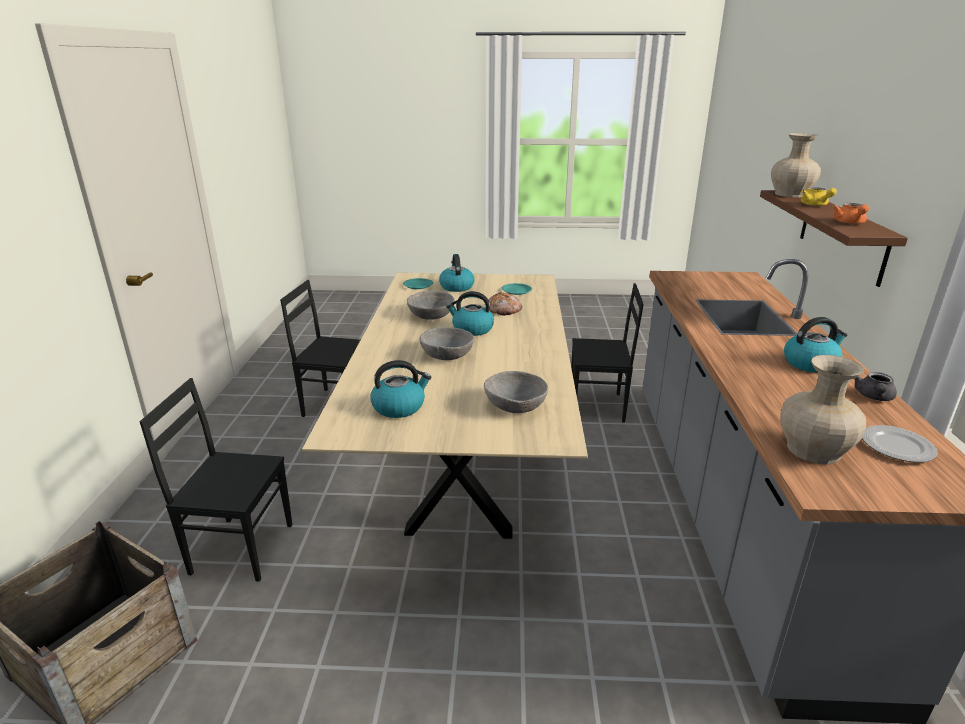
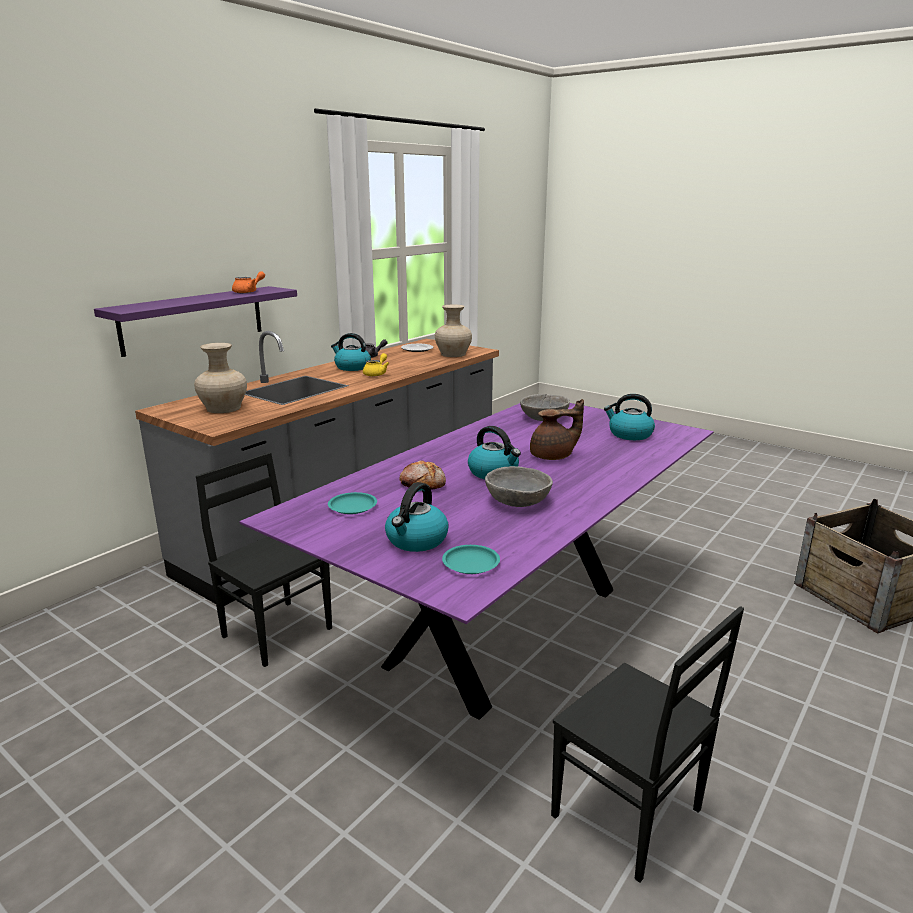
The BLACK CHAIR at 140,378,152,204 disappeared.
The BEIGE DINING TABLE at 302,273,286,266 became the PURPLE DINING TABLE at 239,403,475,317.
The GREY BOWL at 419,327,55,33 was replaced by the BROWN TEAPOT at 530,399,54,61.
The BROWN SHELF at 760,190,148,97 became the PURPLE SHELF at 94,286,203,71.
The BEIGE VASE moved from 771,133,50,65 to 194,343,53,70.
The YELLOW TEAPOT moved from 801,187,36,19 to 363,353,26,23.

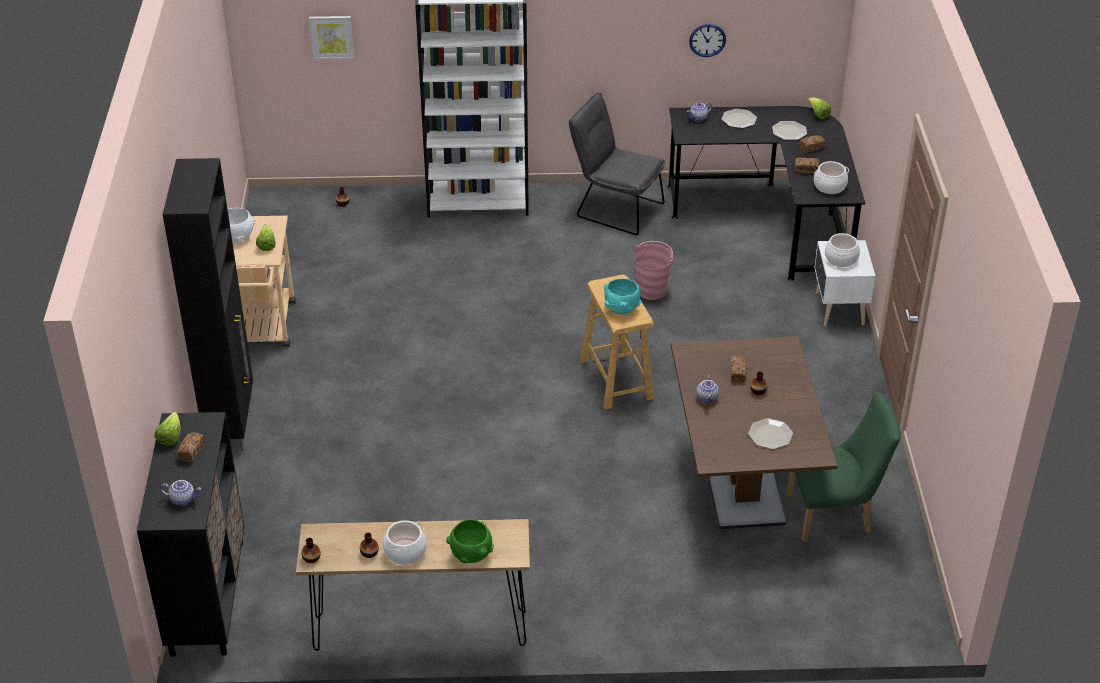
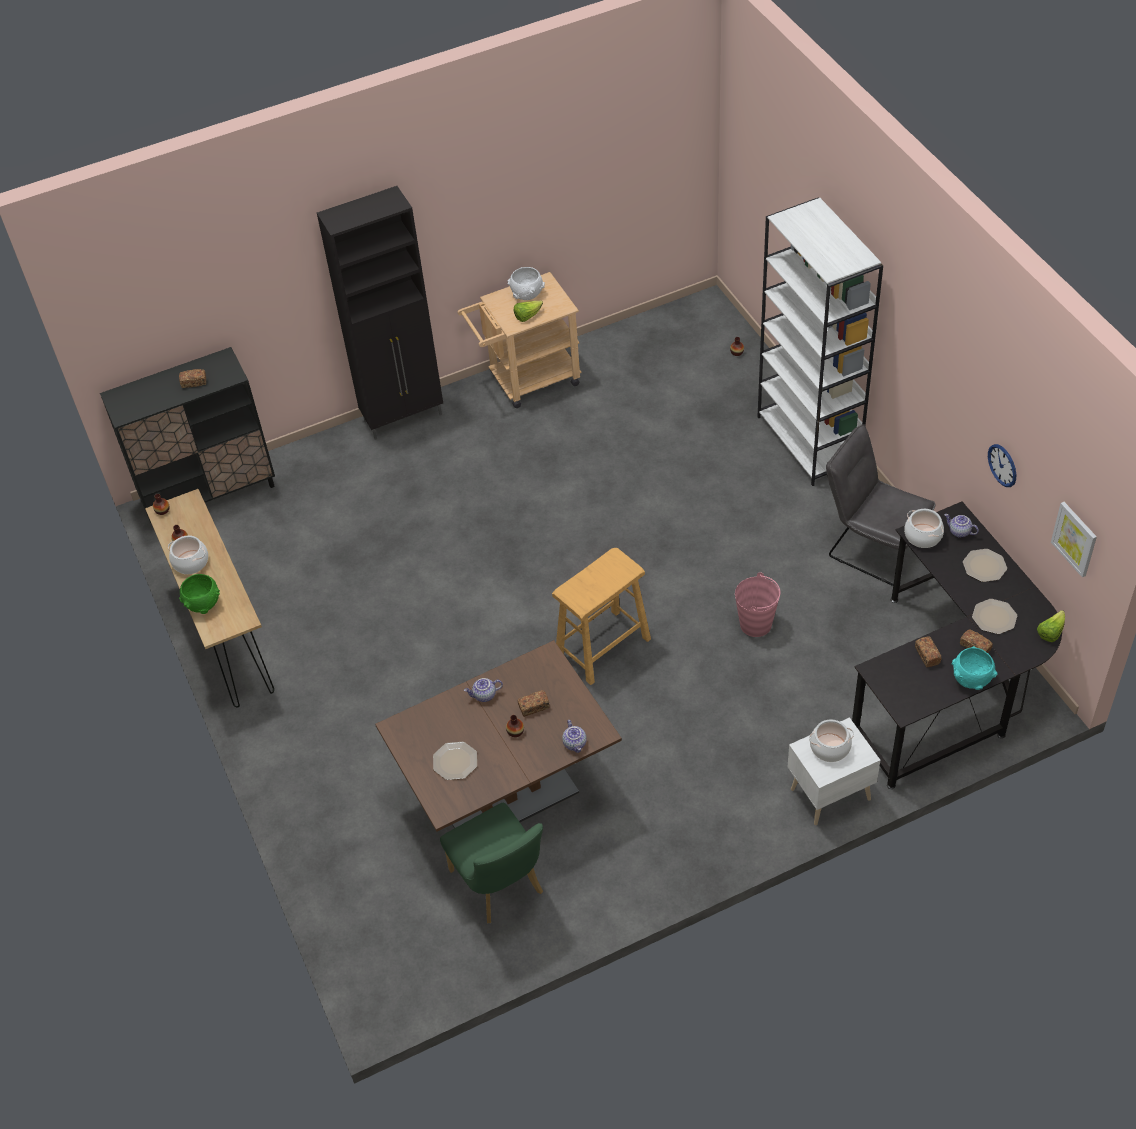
The LETTUCE at 155,412,26,34 disappeared.
The TEAPOT moved from 160,480,41,26 to 562,720,25,33.
The PICTURE moved from 309,16,45,44 to 1051,502,46,75.
The GREY CHAIR at 569,93,96,142 turned 60 degrees counterclockwise.
The TURQUOISE BOWL moved from 604,278,37,36 to 952,646,46,44.
The COOKING POT moved from 814,161,35,33 to 904,509,40,39.

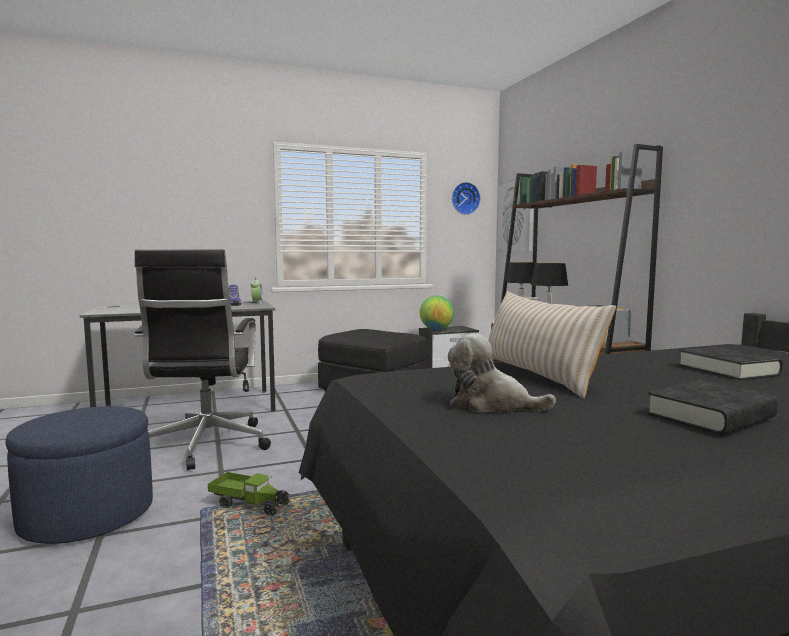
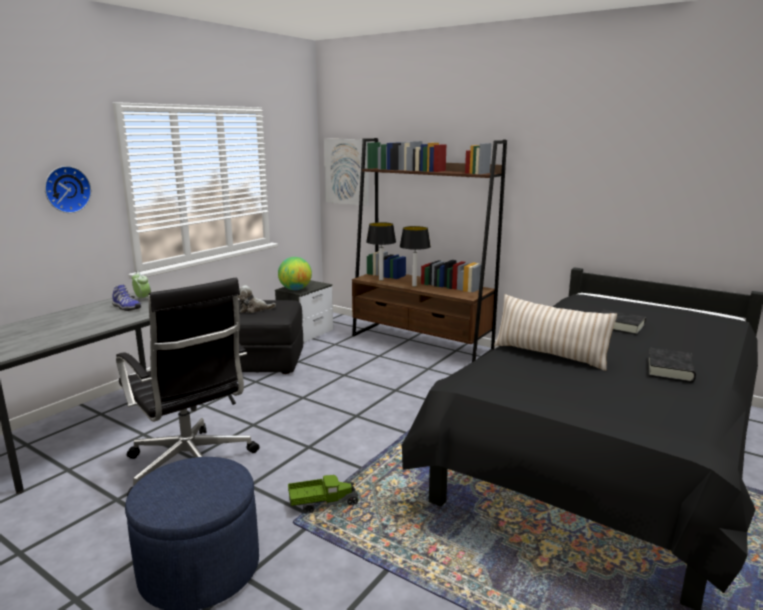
The PLUSH TOY moved from 448,333,108,79 to 238,285,38,28.
The WALL CLOCK moved from 452,182,28,33 to 45,166,47,47.

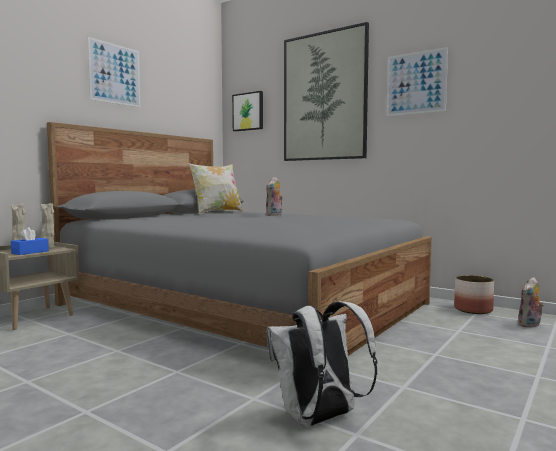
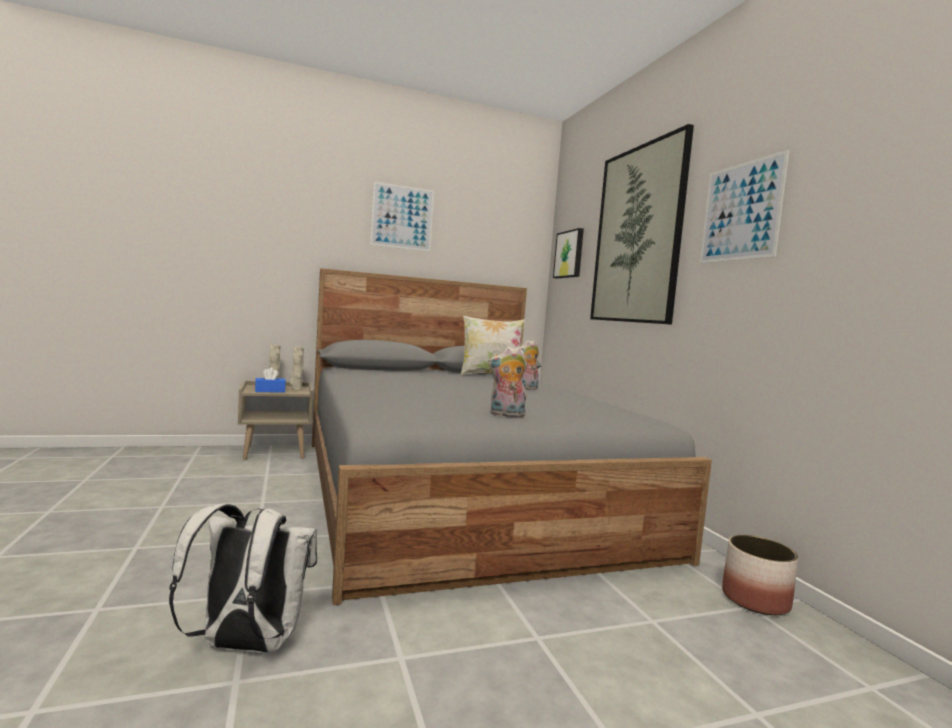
The PLUSH TOY moved from 519,277,25,51 to 488,347,39,70.

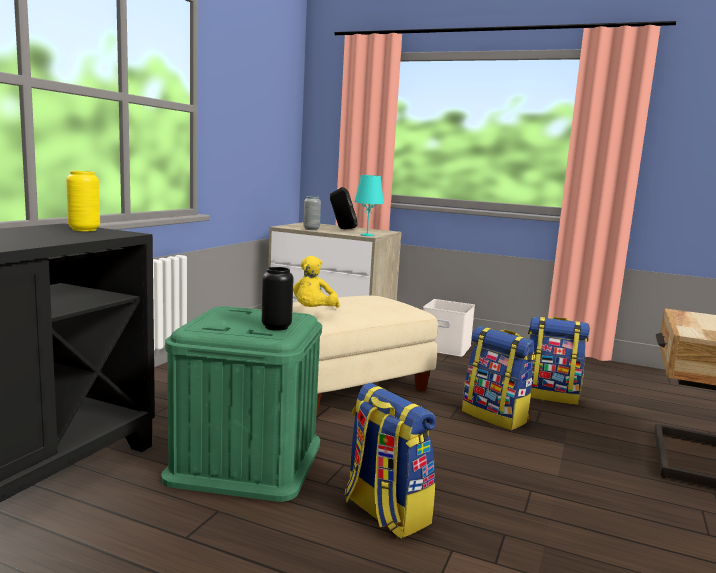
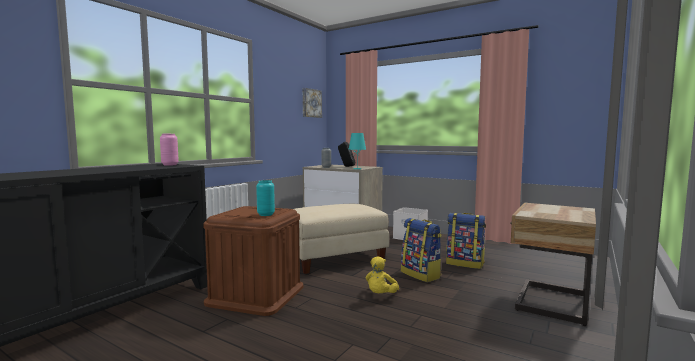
The YELLOW VASE at 66,171,34,60 became the PINK VASE at 160,134,19,32.
The GREEN STORAGE BOX at 161,306,161,196 became the BROWN STORAGE BOX at 203,206,100,110.
The BLACK VASE at 262,267,32,64 became the TURQUOISE VASE at 256,180,19,36.
The YELLOW PLUSH TOY moved from 293,256,47,52 to 366,256,33,37.
The BACKPACK at 344,383,92,155 disappeared.
The PICTURE at 303,88,19,30 appeared.

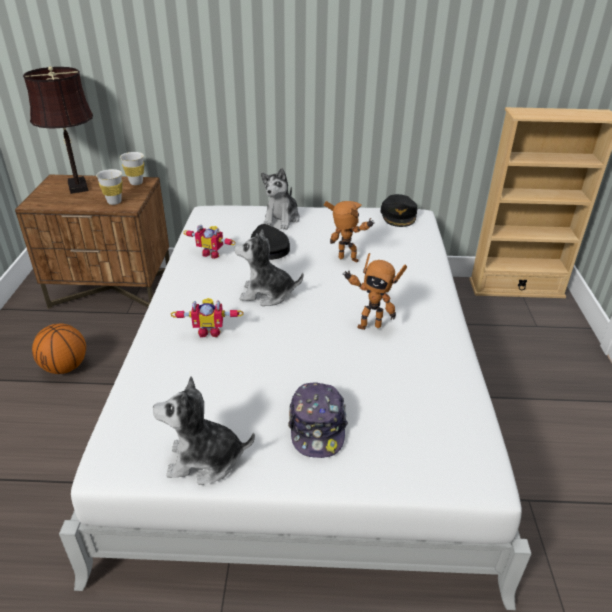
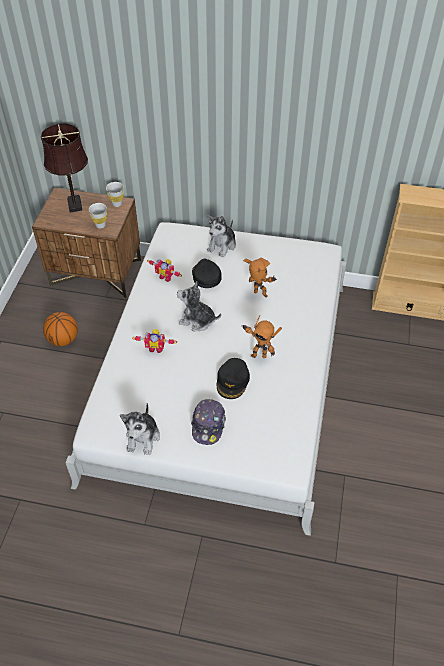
The PLUSH TOY at 153,377,102,108 turned 90 degrees counterclockwise.
The BLACK CAP moved from 381,194,36,33 to 217,358,33,41.

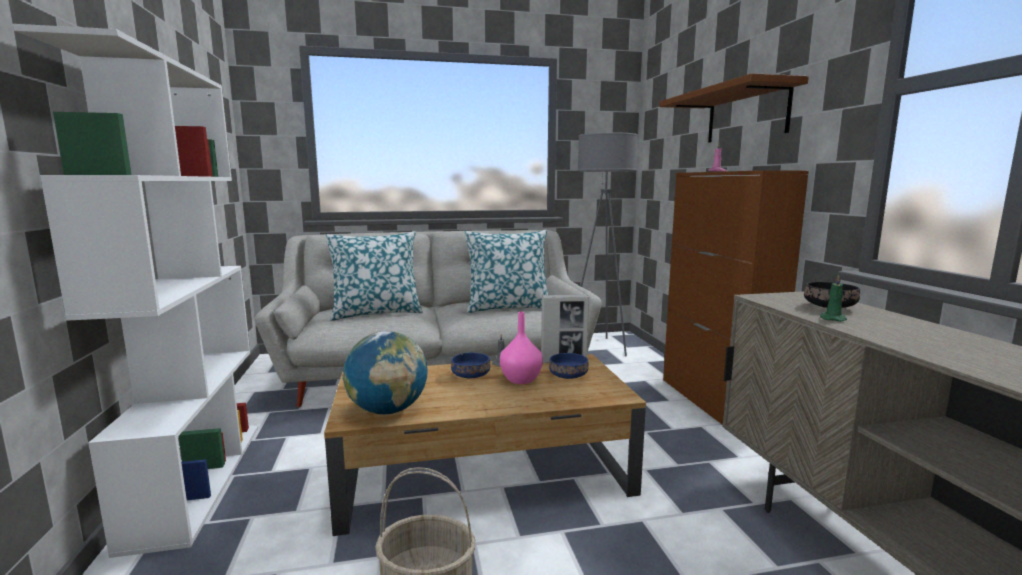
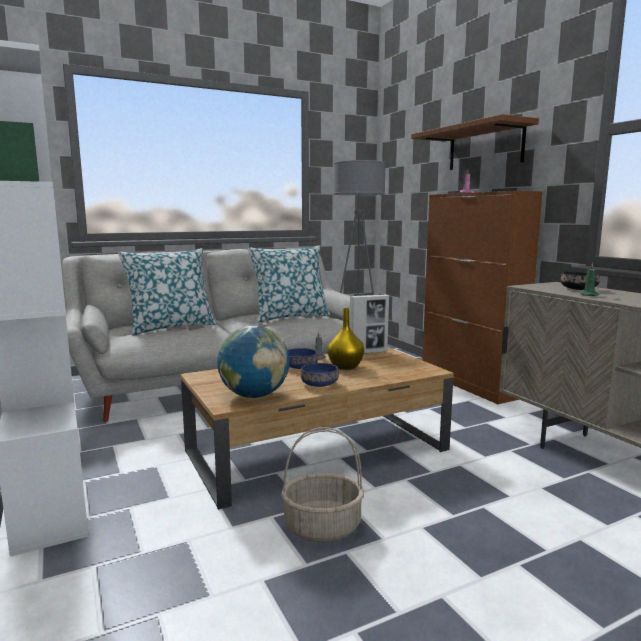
The PINK VASE at 500,312,43,72 became the YELLOW VASE at 327,308,37,62.
The BLUE BOWL moved from 549,353,40,26 to 301,363,38,24.

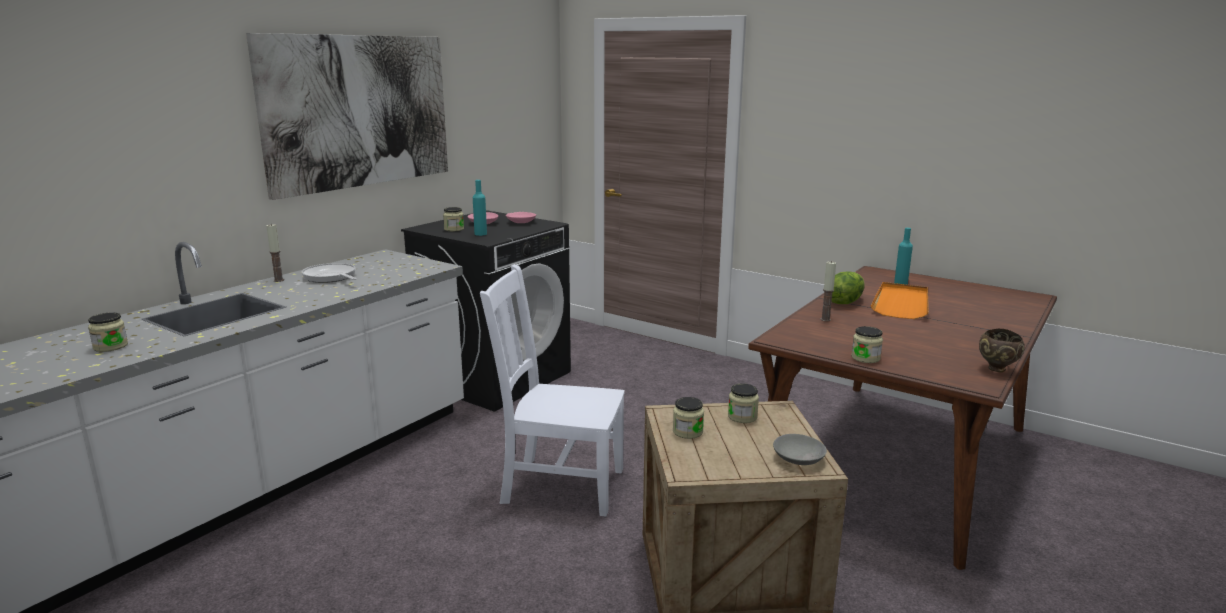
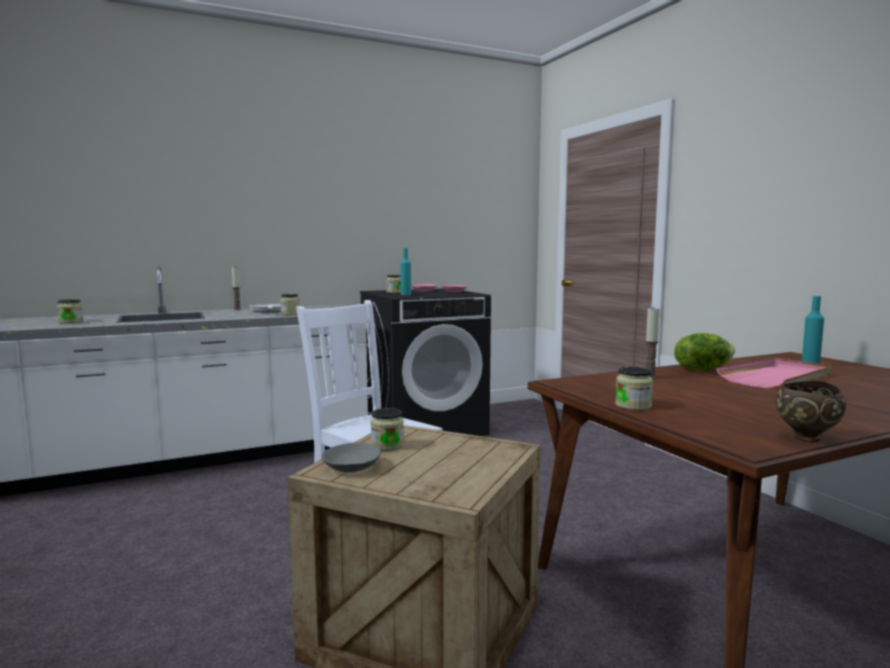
The PICTURE at 246,33,202,167 disappeared.
The JAR moved from 728,383,31,40 to 280,294,20,22.
The GREY BOWL moved from 773,434,54,31 to 322,443,59,29.
The ORANGE TRAY at 871,282,58,37 became the PINK TRAY at 716,358,116,31.

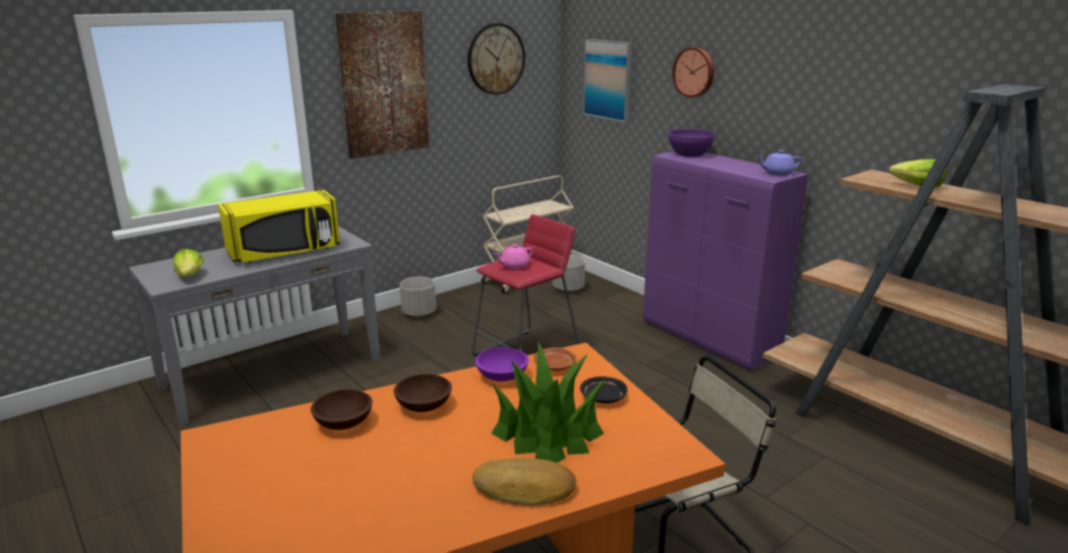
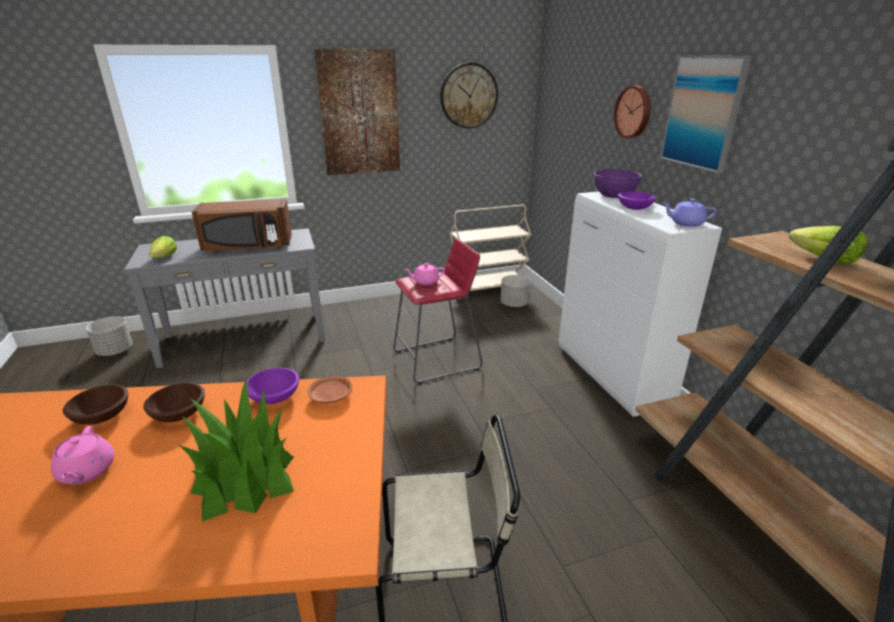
The YELLOW MICROWAVE at 218,190,122,73 became the BROWN MICROWAVE at 192,199,100,53.
The GREY PLANTER moved from 400,277,36,40 to 86,316,47,40.
The BREAD at 473,458,103,47 disappeared.
The BLACK PLATE at 580,376,48,27 disappeared.
The PICTURE moved from 583,39,49,84 to 660,56,92,117.
The PURPLE CABINET at 643,151,165,219 became the WHITE CABINET at 559,191,163,226.
The PINK TEAPOT at 51,426,64,58 appeared.
The PURPLE BOWL at 618,191,38,19 appeared.

